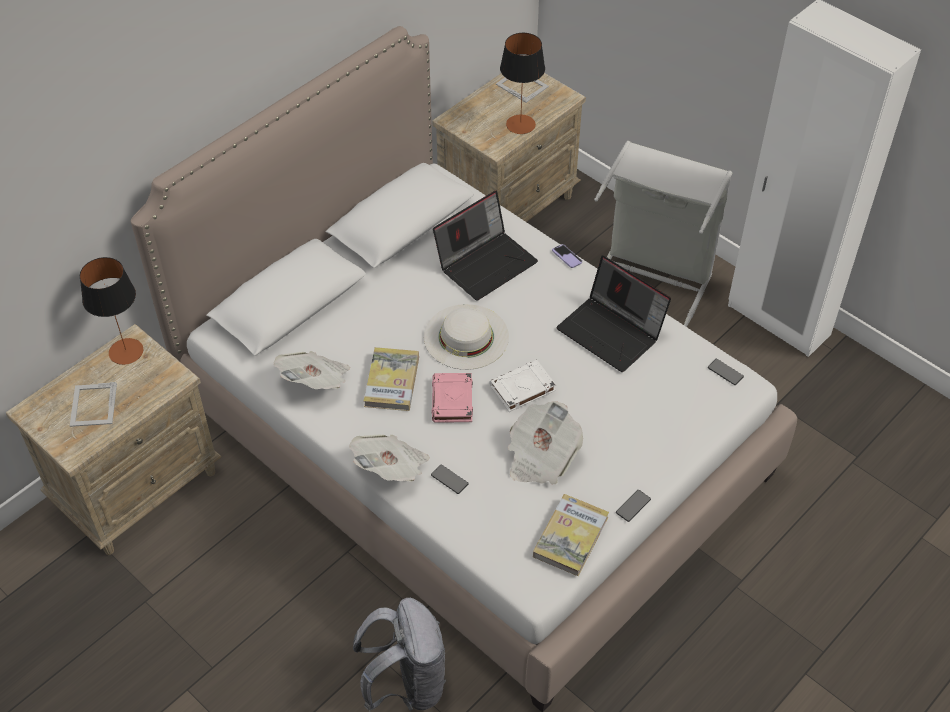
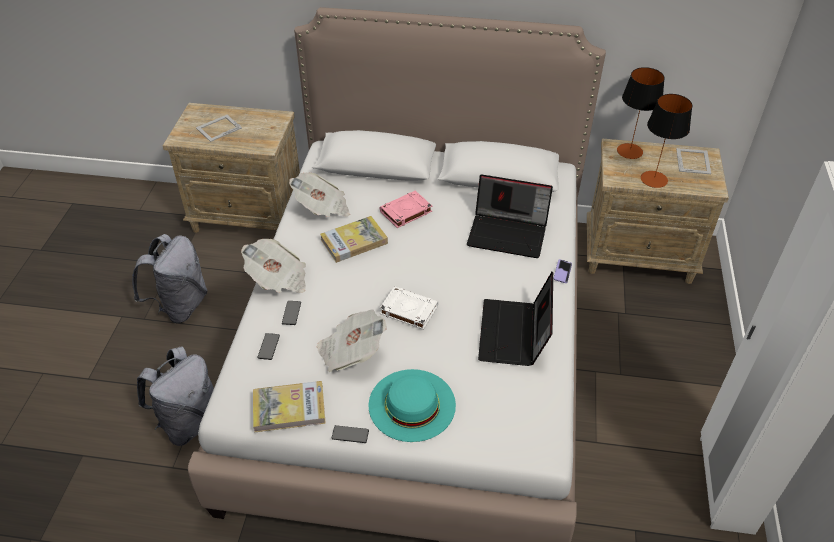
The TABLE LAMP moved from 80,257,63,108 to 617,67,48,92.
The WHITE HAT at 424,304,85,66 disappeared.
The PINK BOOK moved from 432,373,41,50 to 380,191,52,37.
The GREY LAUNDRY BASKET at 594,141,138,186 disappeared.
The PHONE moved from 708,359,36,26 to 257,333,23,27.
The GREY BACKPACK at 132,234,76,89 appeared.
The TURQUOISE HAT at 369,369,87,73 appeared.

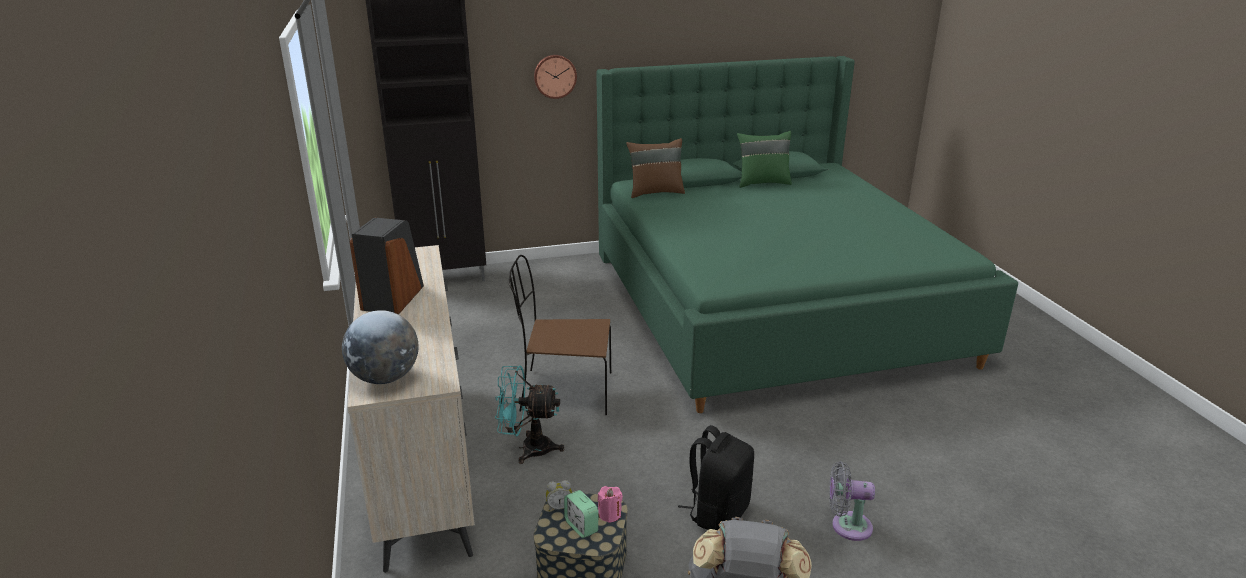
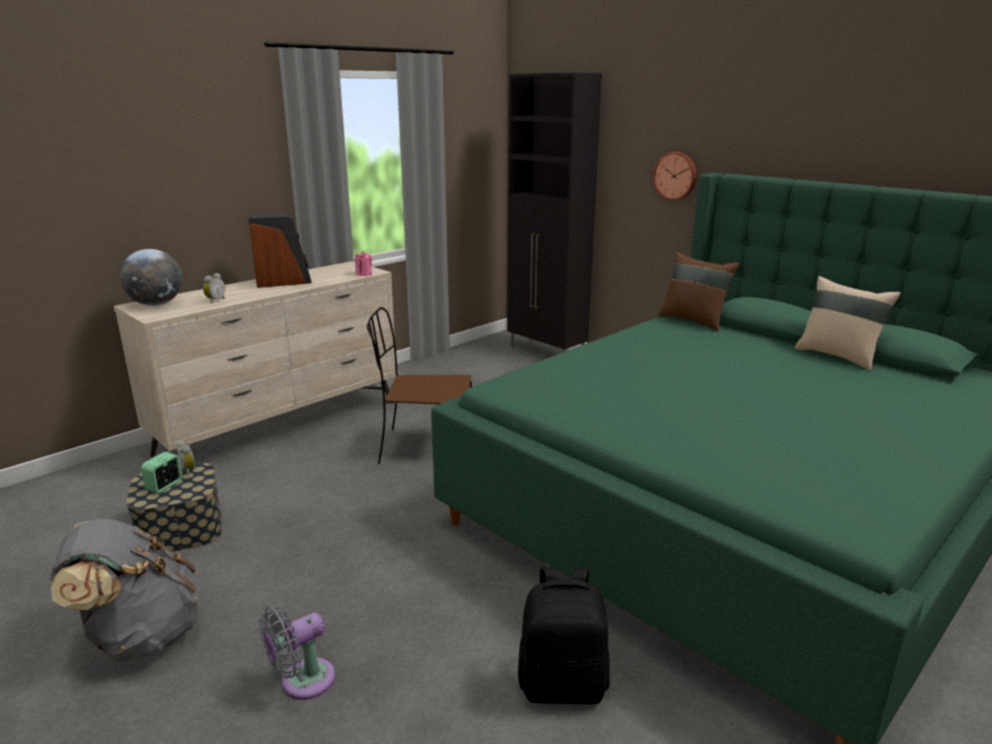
The TURQUOISE FAN at 495,365,69,99 disappeared.
The BROWN CHAIR at 508,255,103,160 turned 60 degrees counterclockwise.
The PINK CANDLE moved from 598,486,25,37 to 355,251,17,25.
The BLACK BACKPACK moved from 678,425,76,105 to 518,567,92,137.
The GREEN PILLOW at 737,131,55,57 became the BEIGE PILLOW at 795,276,106,95.
The GREY FAN at 829,461,46,80 turned 105 degrees counterclockwise.
The ALARM CLOCK at 203,273,22,31 appeared.

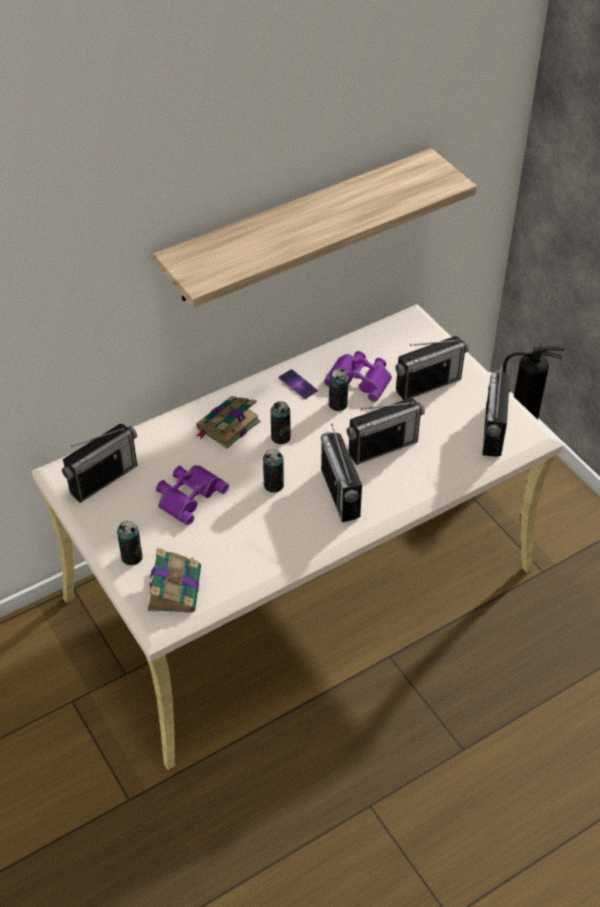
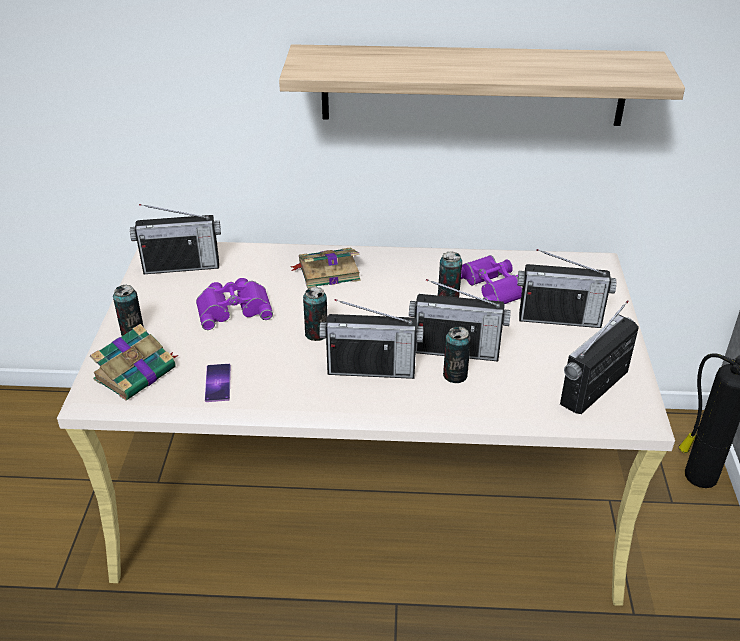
The CAN moved from 271,401,20,43 to 443,327,28,56.
The PHONE moved from 279,369,39,30 to 205,364,26,38.
The RADIO at 321,424,41,98 turned 105 degrees counterclockwise.

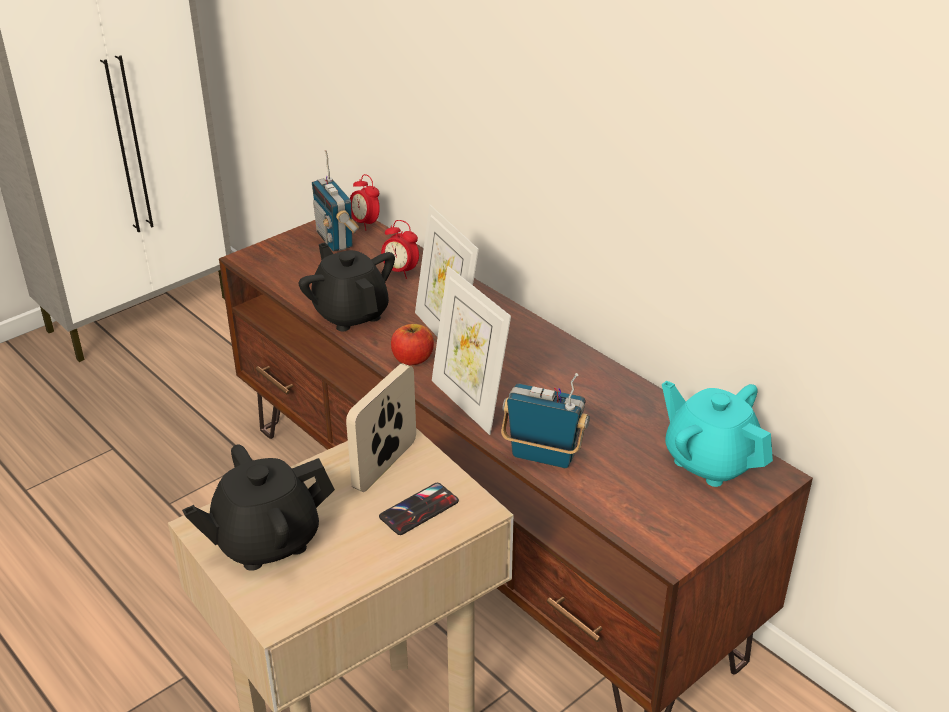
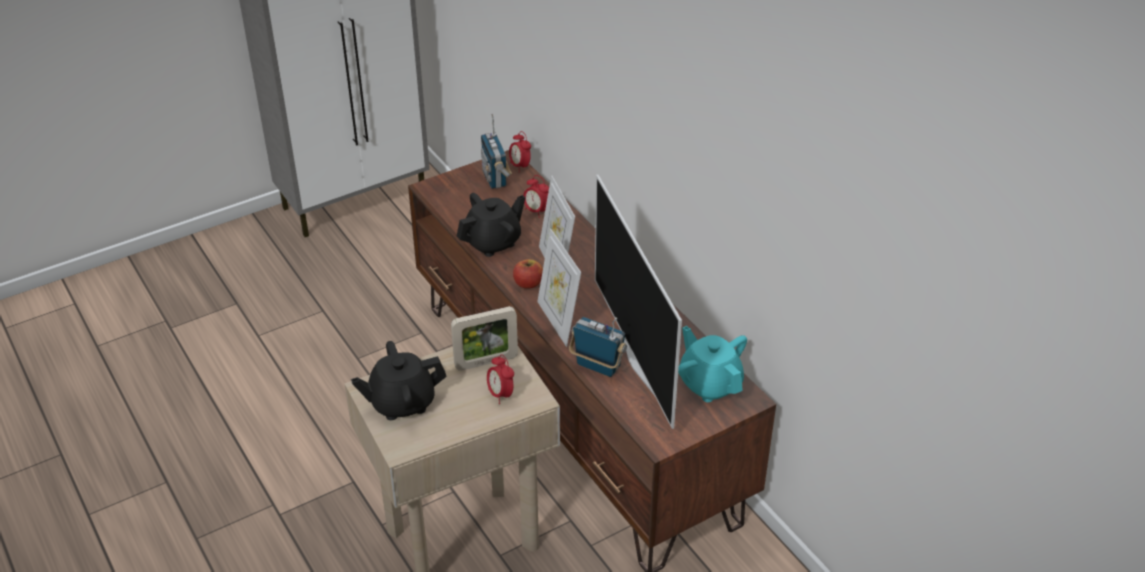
The BLACK TEAPOT at 299,242,96,89 turned 75 degrees clockwise.
The PICTURE FRAME at 346,363,70,129 turned 150 degrees counterclockwise.
The PHONE at 379,483,80,52 was replaced by the ALARM CLOCK at 487,354,27,50.
The TELEVISION at 595,175,87,254 appeared.

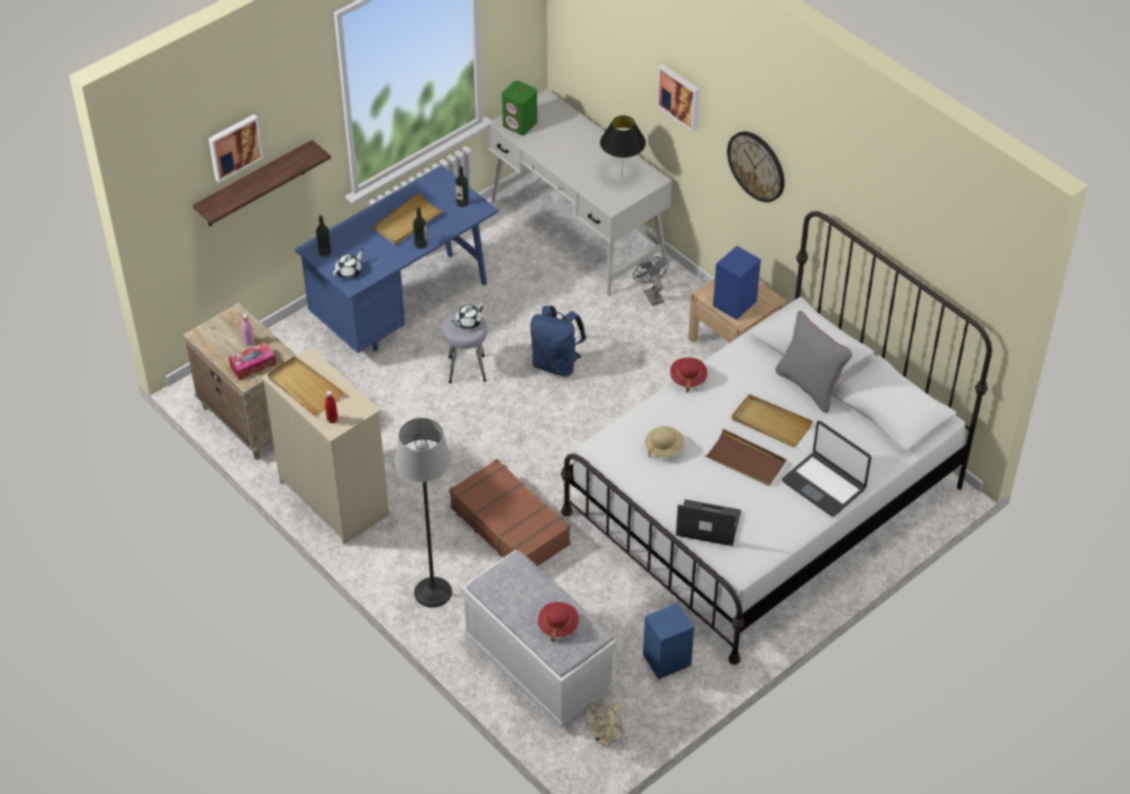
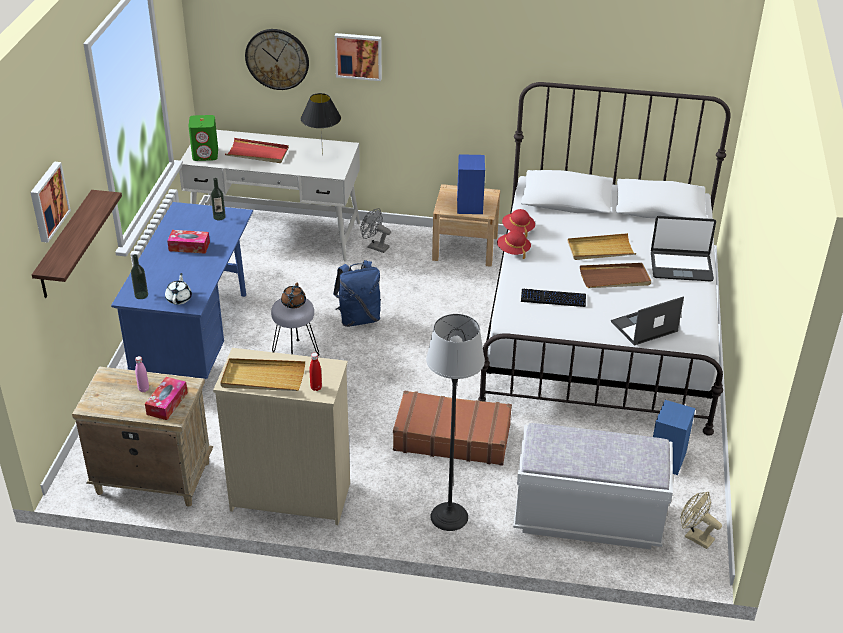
The BEIGE TRAY at 373,192,72,53 was replaced by the TISSUE BOX at 167,230,43,24.
The BOTTLE at 413,208,15,41 disappeared.
The WHITE TEAPOT at 451,304,33,25 became the BROWN TEAPOT at 281,283,25,26.
The RED HAT moved from 538,602,41,40 to 502,209,33,29.
The BEIGE FAN at 584,702,39,46 turned 135 degrees clockwise.
The BEIGE HAT at 645,426,39,32 was replaced by the KEYBOARD at 521,289,65,18.
The WALL CLOCK moved from 727,132,58,70 to 245,29,64,61.
The GREY PILLOW at 776,311,76,102 disappeared.
The RED TRAY at 225,138,64,25 appeared.

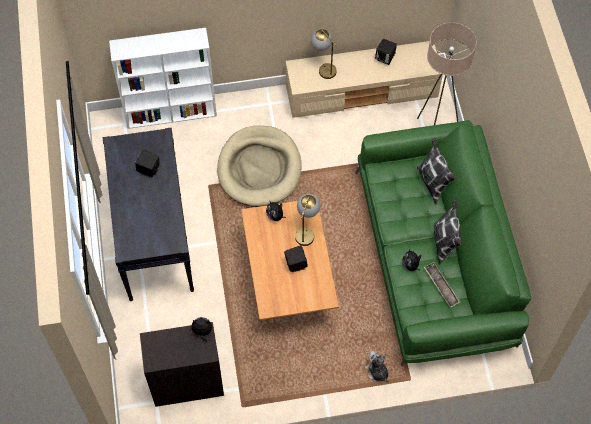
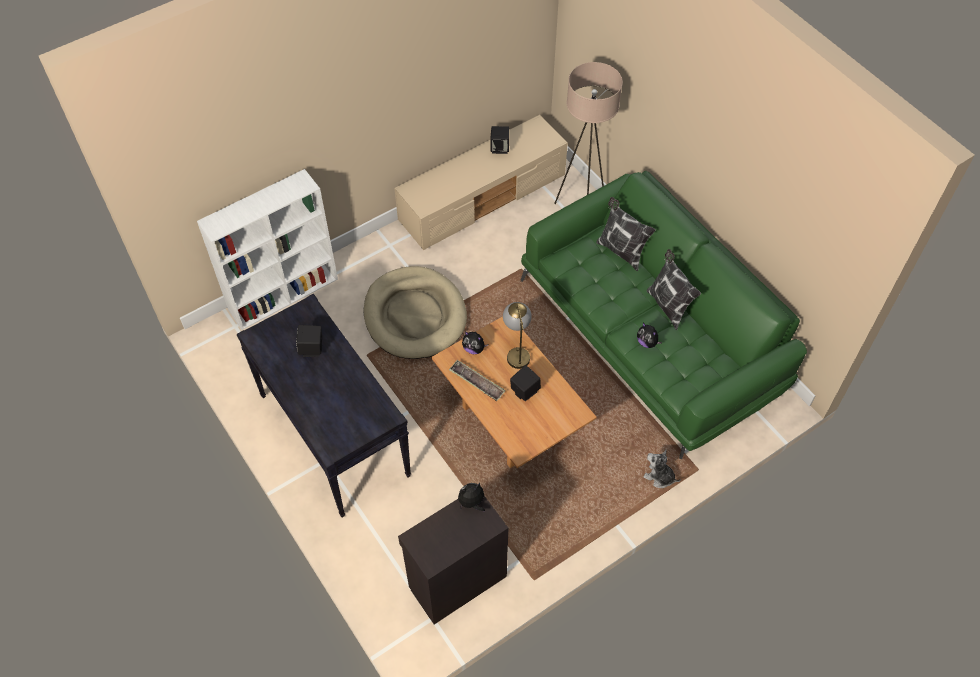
The TABLE LAMP at 311,29,25,50 disappeared.
The TRAY moved from 424,262,36,46 to 449,360,57,42.

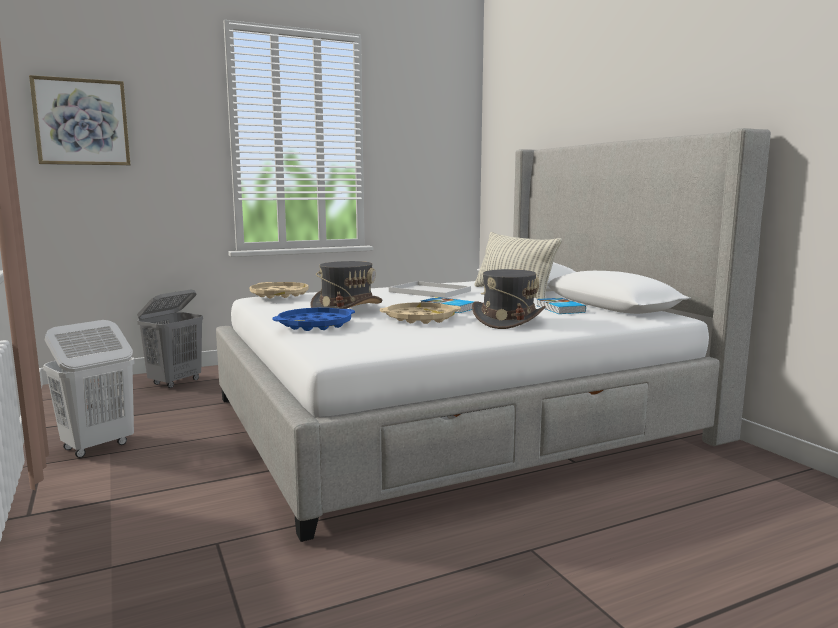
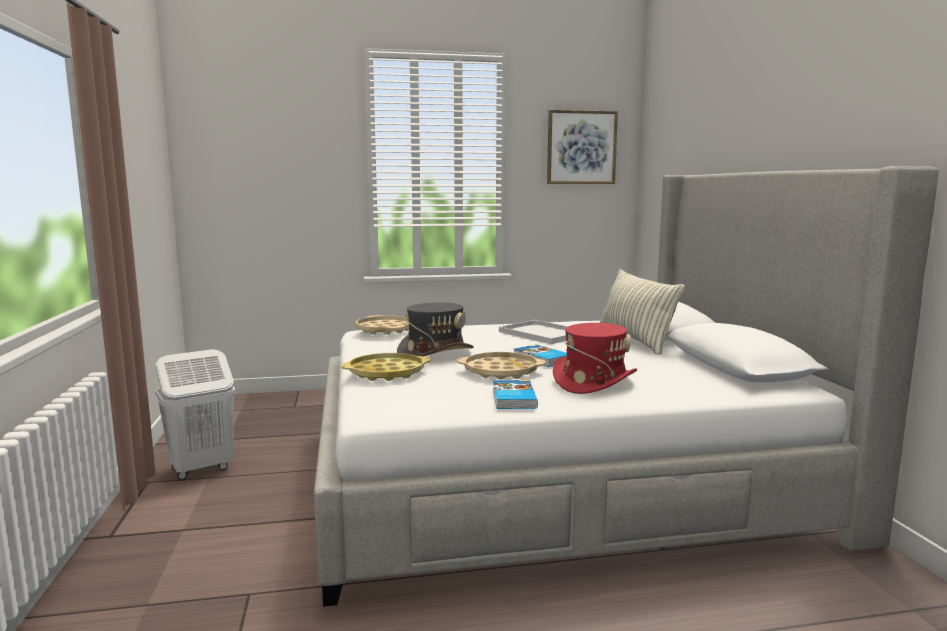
The PICTURE moved from 29,75,101,90 to 547,110,71,74.
The GREY LAUNDRY BASKET at 137,289,66,99 disappeared.
The BLUE TRAY at 272,308,83,23 became the YELLOW TRAY at 341,353,89,28.
The GREY HAT at 472,269,74,60 became the RED HAT at 553,323,84,71.
The BOOK moved from 536,298,50,16 to 493,380,45,29.

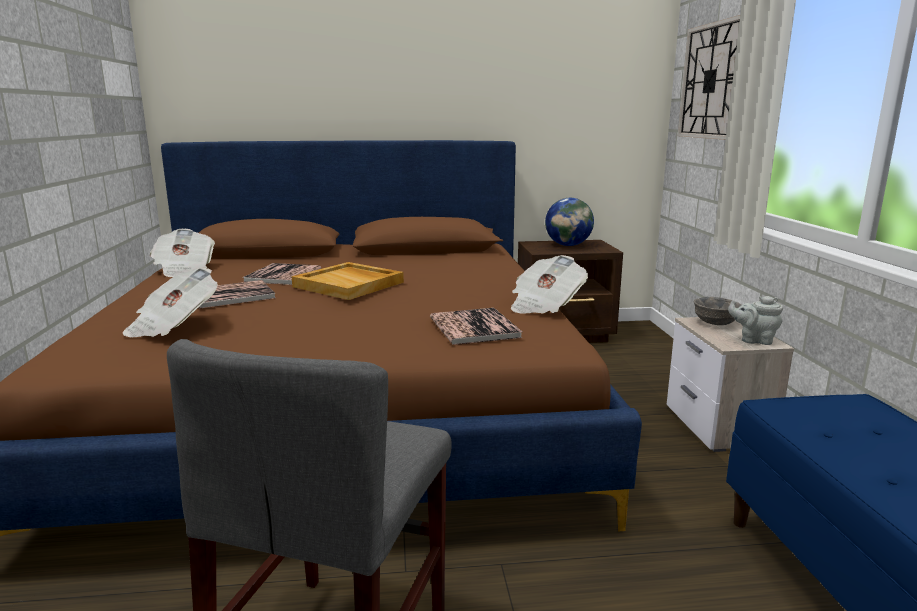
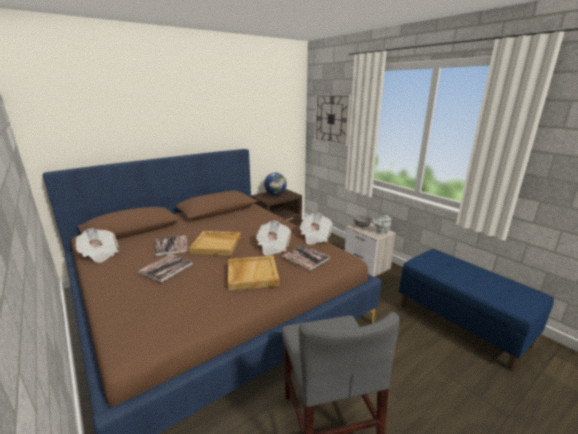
The NEWSPAPER moved from 122,268,96,69 to 256,221,35,35.
The BEIGE TRAY at 228,256,52,35 appeared.

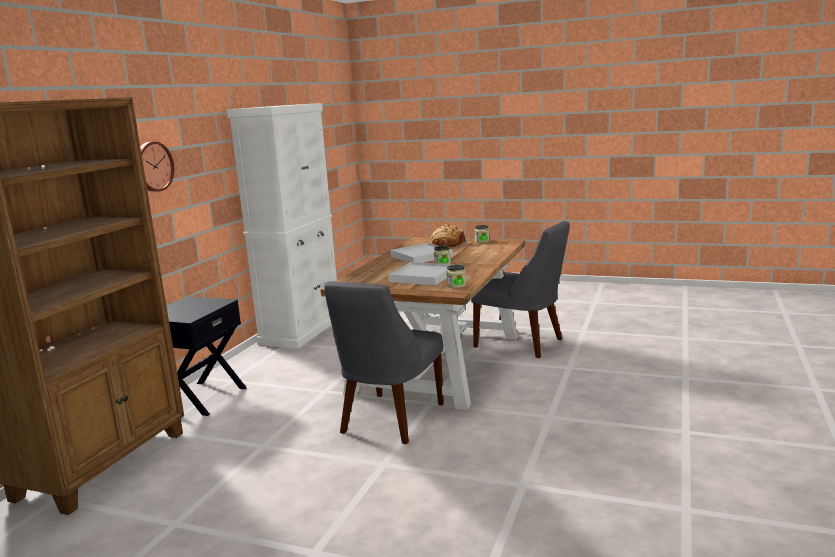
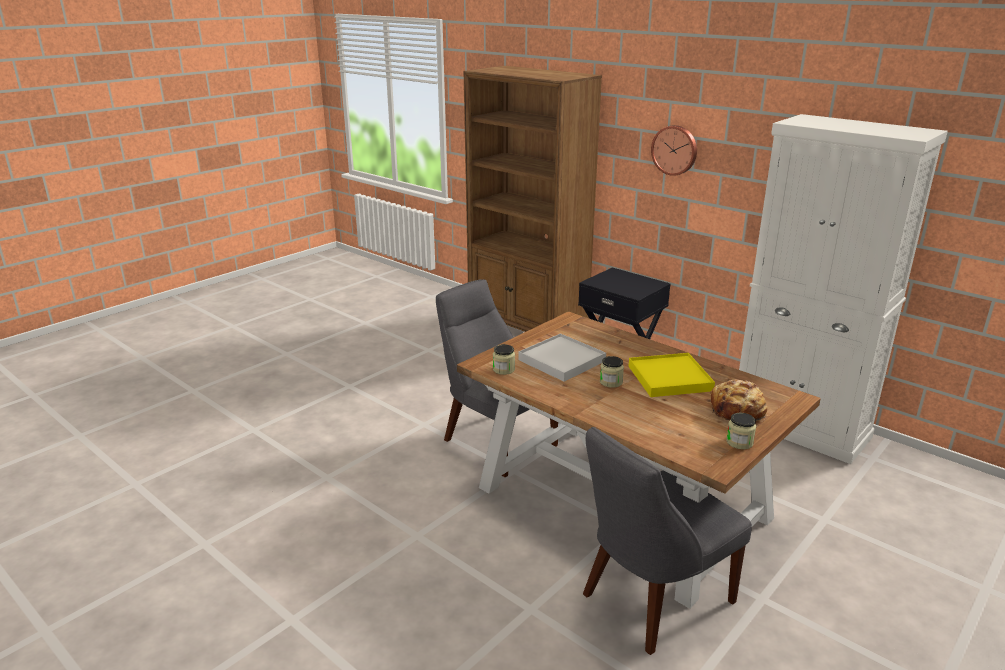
The WHITE TRAY at 391,243,62,20 became the YELLOW TRAY at 629,353,86,44.

